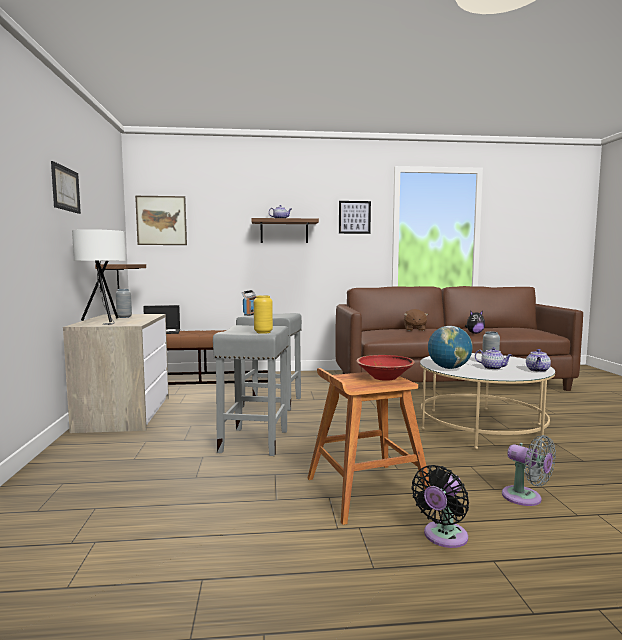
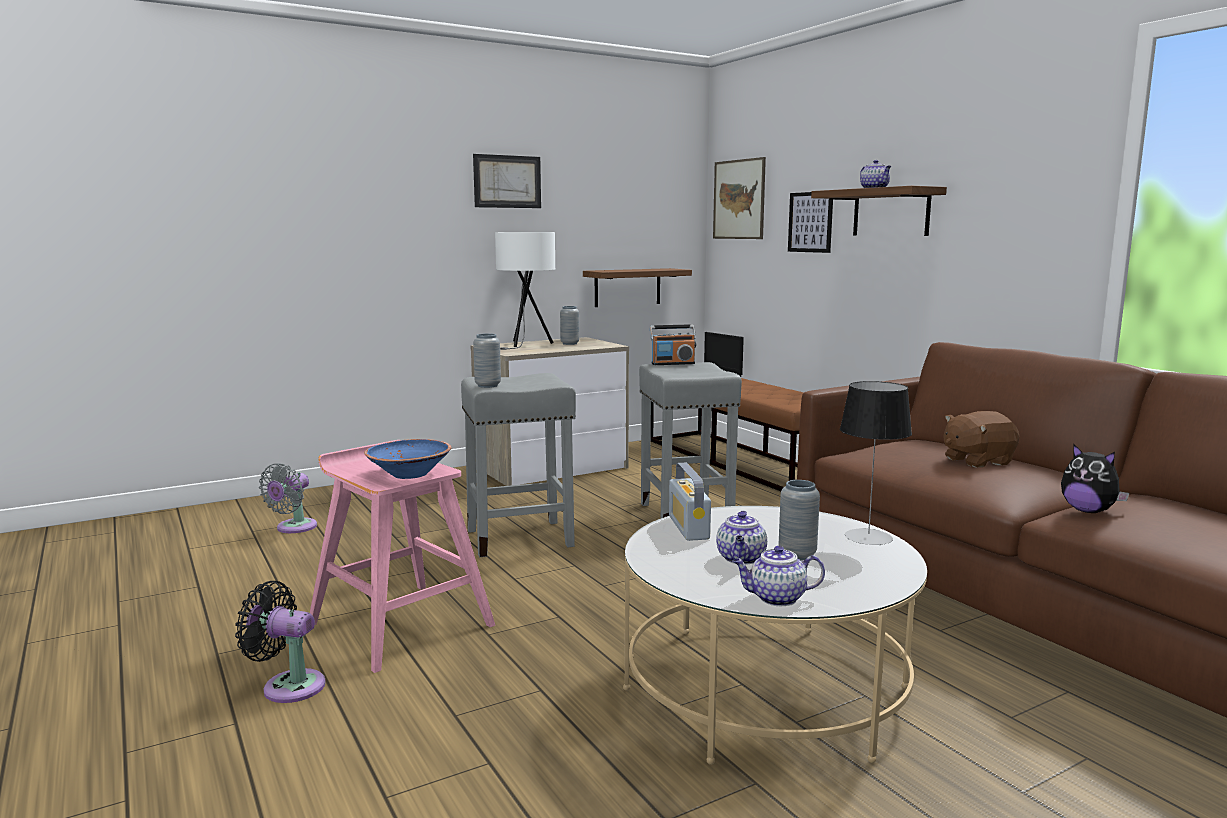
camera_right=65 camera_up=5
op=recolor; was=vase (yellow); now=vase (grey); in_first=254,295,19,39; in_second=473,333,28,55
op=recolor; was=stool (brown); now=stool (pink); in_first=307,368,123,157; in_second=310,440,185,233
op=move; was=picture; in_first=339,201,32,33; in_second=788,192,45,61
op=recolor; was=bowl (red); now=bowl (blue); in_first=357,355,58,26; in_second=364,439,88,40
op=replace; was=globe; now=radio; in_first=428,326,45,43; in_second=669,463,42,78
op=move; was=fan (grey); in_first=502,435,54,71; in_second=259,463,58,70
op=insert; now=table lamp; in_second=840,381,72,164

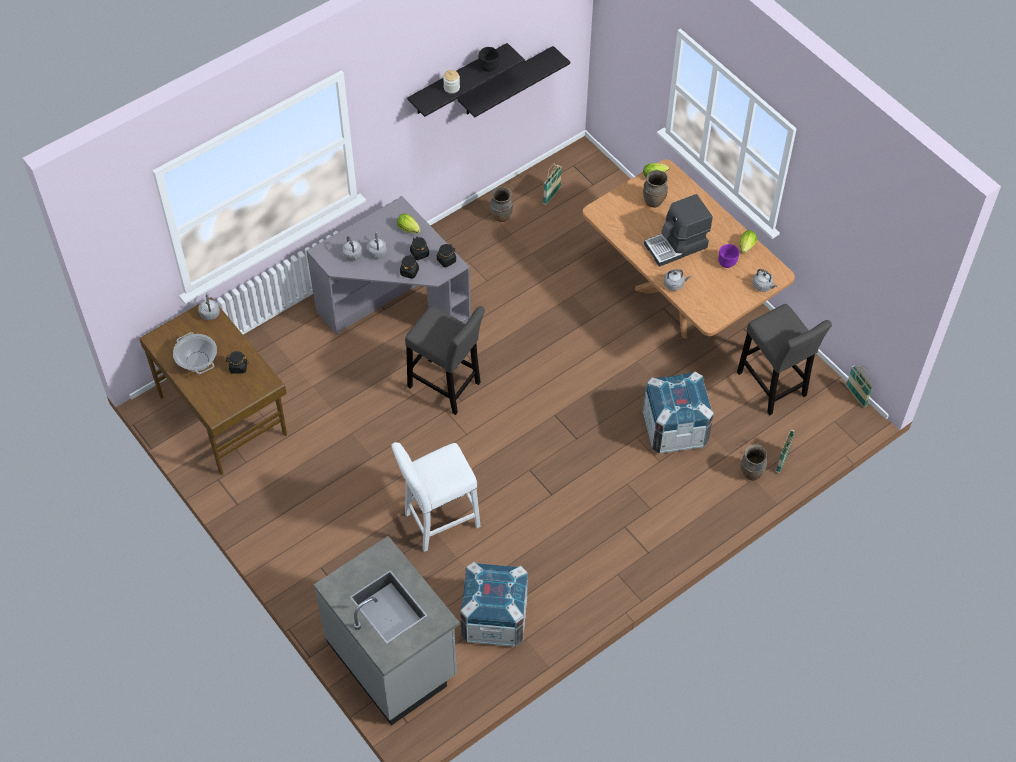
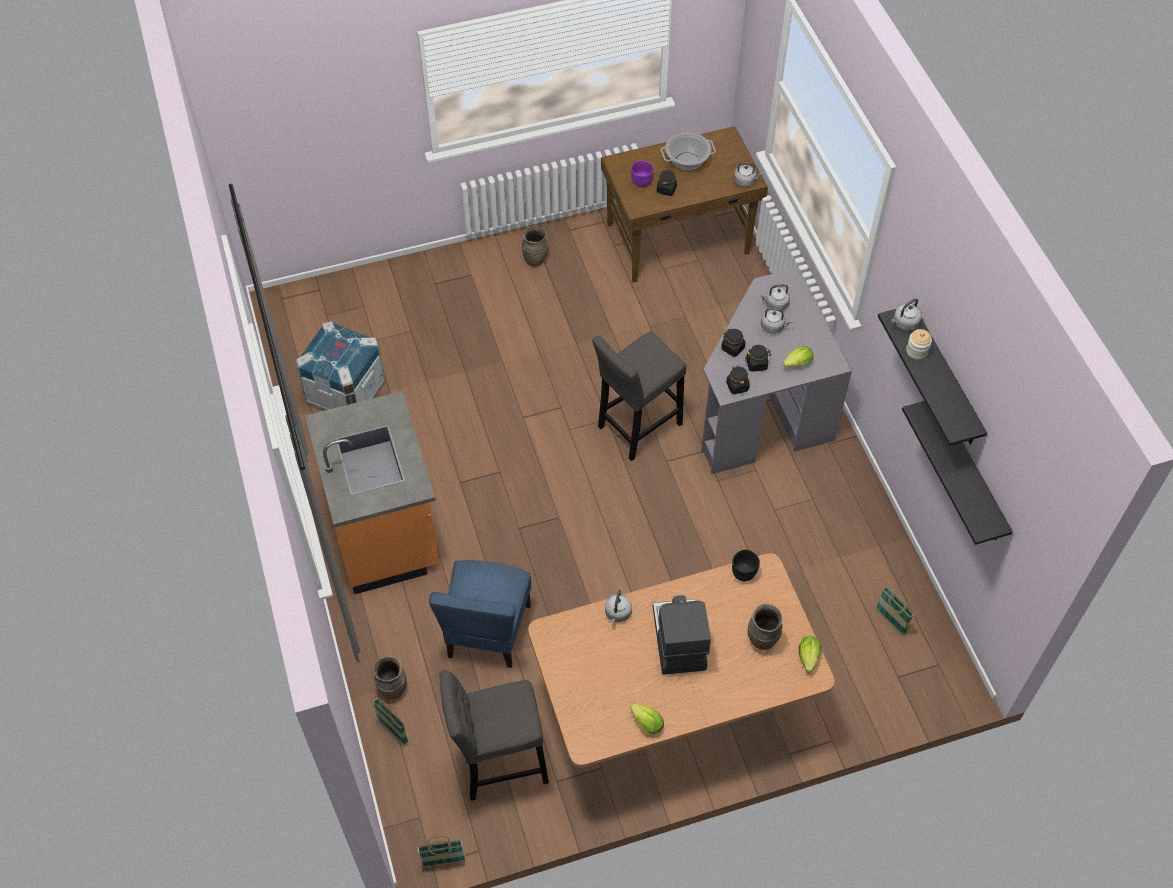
camera_right=110 camera_up=0
op=delete; was=counter (grey); in_first=314,536,146,190
op=delete; was=stool (white); in_first=391,442,90,110
op=move; was=bowl (black); in_first=478,47,21,25; in_second=732,550,28,32
op=move; was=vase (brown); in_first=490,187,23,35; in_second=522,226,26,41
op=replace; was=crate; now=chair (blue); in_first=643,372,71,82; in_second=429,560,102,108
op=move; was=bowl (purple); in_first=718,244,21,24; in_second=631,160,22,27
op=move; was=kettle (grey); in_first=753,269,24,23; in_second=891,298,31,33
op=insert; now=counter (orange); in_second=305,391,134,203

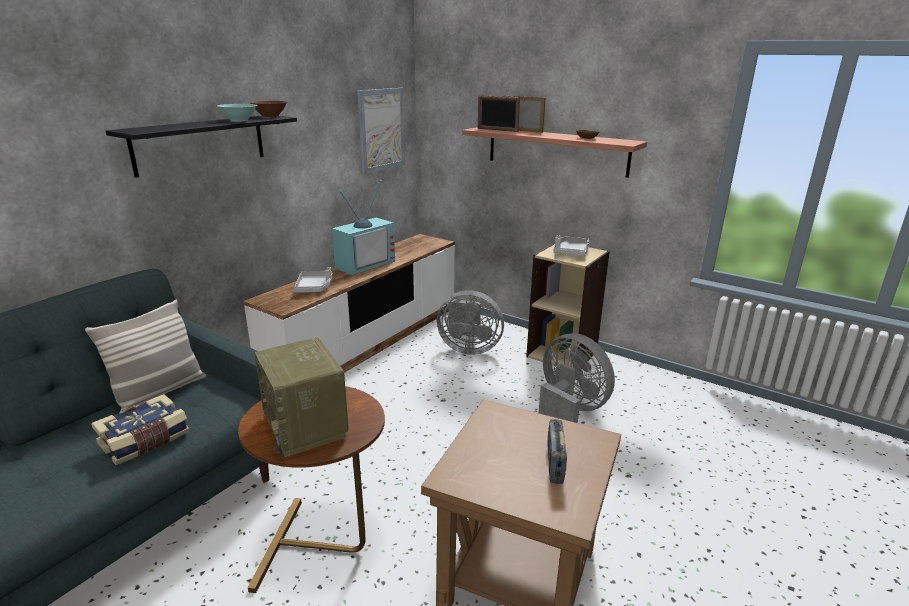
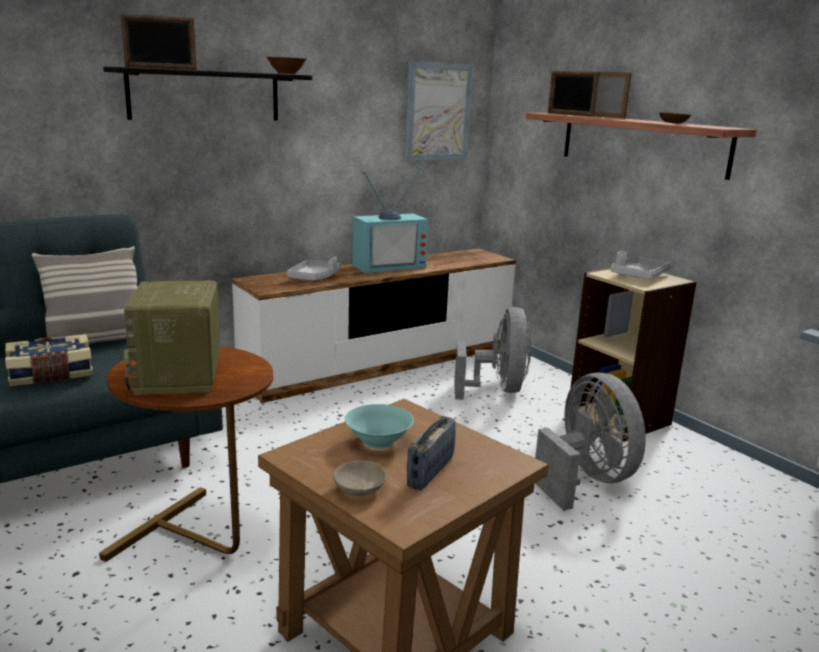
camera_right=20 camera_up=-5
op=move; was=bowl (turquoise); in_first=217,104,40,18; in_second=345,404,69,45
op=rotate; was=fan (grey); in_first=437,291,67,64; in_second=454,307,78,93; clockwise=-120
op=insert; now=picture frame; in_second=121,14,76,56
op=insert; now=bowl (beige); in_second=333,461,53,35

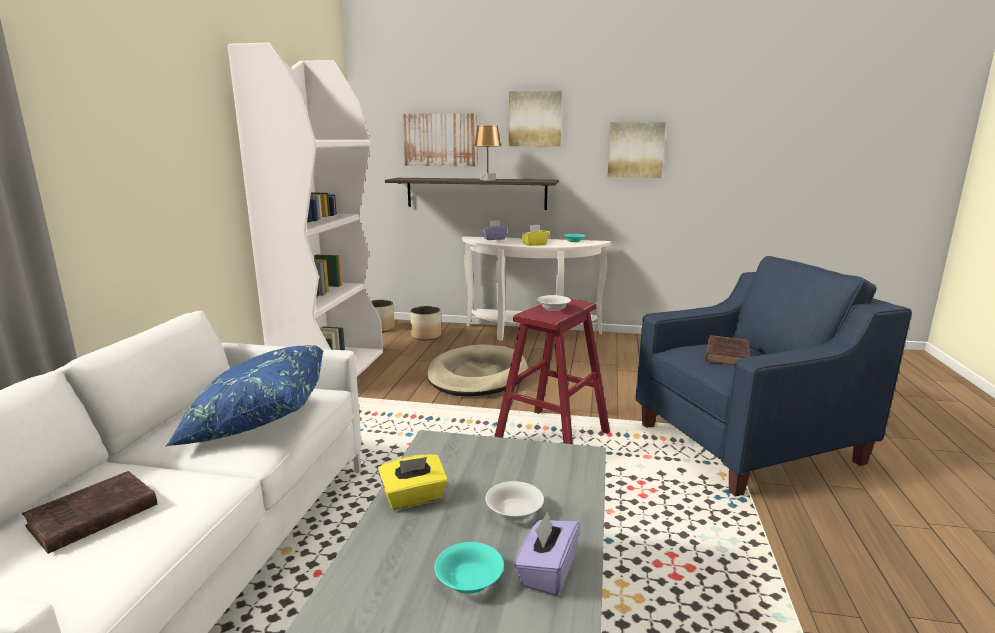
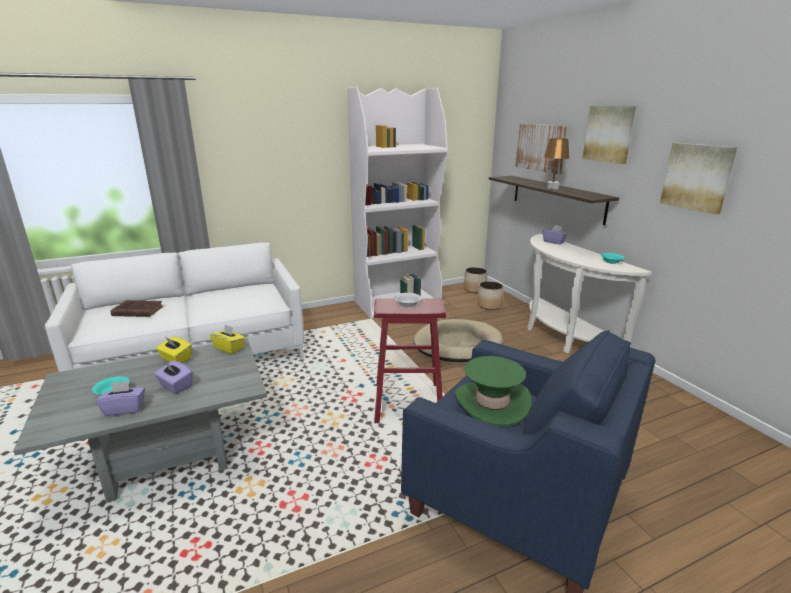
camera_right=55 camera_up=5
op=delete; was=pillow (blue); in_first=166,345,157,101
op=replace; was=bowl (white); now=tissue box (purple); in_first=485,481,59,40; in_second=154,361,39,33
op=move; was=tissue box (yellow); in_first=521,224,28,22; in_second=210,325,35,29
op=replace; was=book (brown); now=hat (green); in_first=705,335,45,31; in_second=455,356,76,70

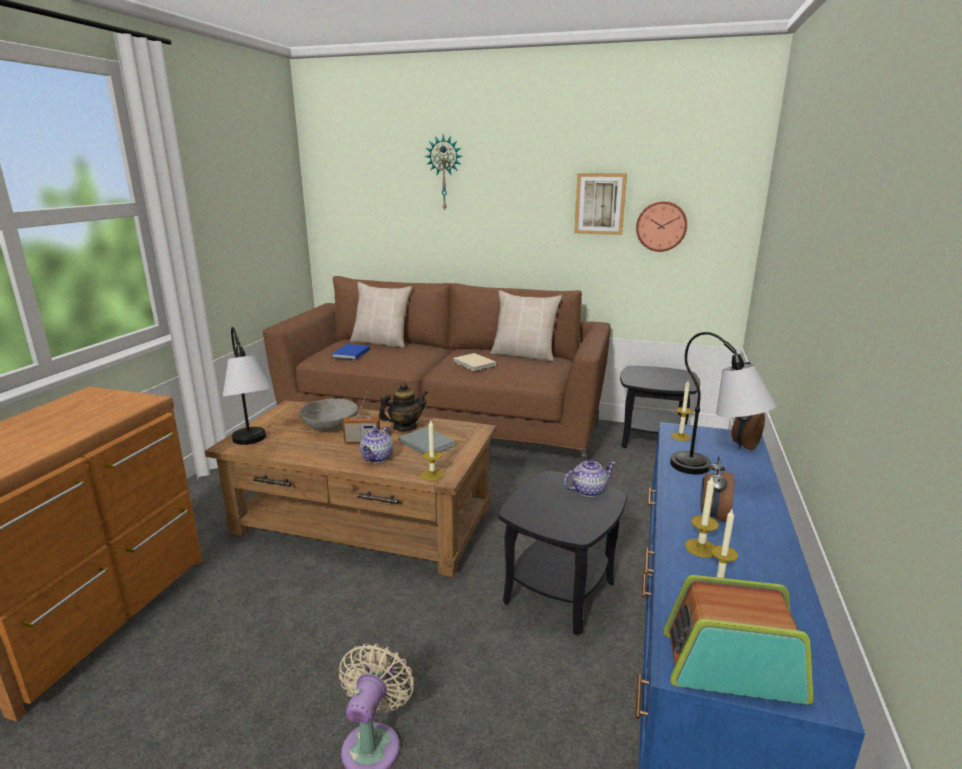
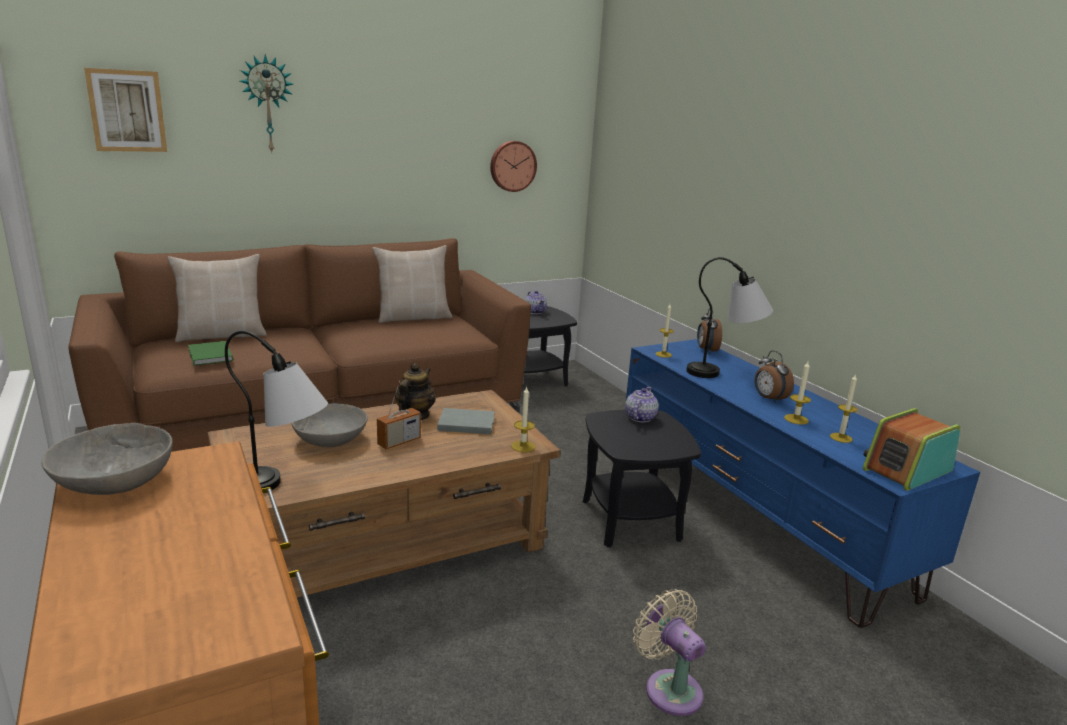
camera_right=-45 camera_up=0
op=recolor; was=book (blue); now=book (green); in_first=332,344,38,16; in_second=188,341,45,25
op=move; was=teapot; in_first=360,426,33,37; in_second=525,290,22,24
op=delete; was=book (beige); in_first=453,353,43,18
op=move; was=picture; in_first=574,173,53,62; in_second=84,68,83,84
op=insert; now=bowl (grey); in_second=42,423,131,72

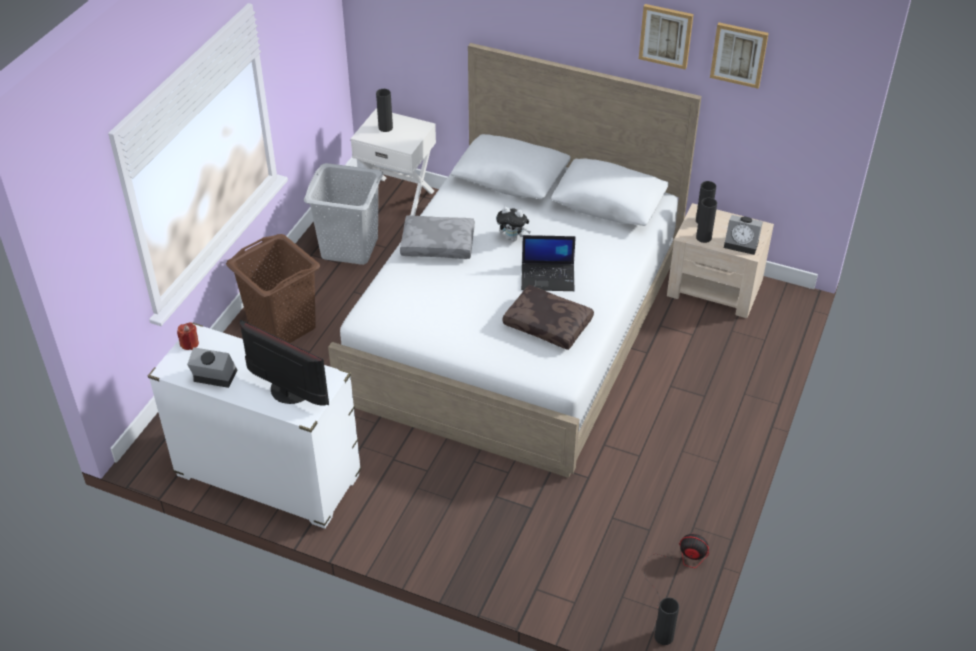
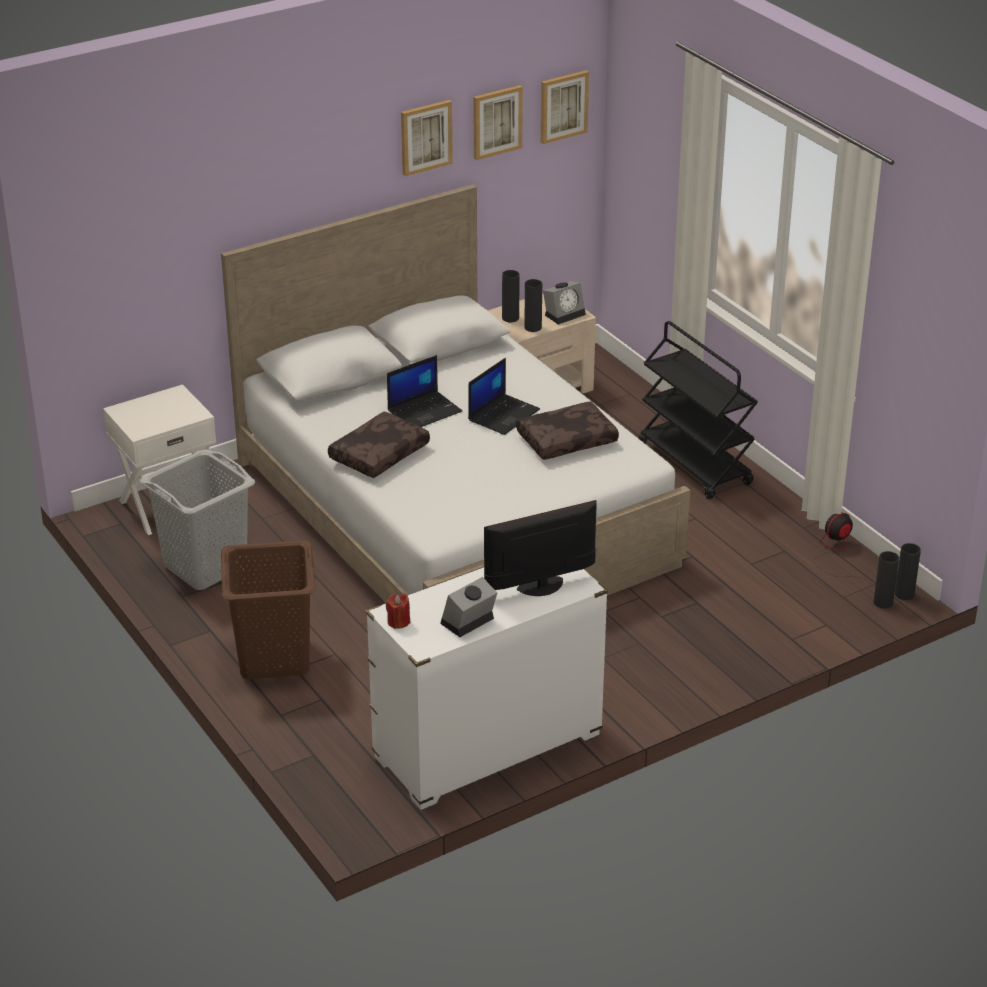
camera_right=-55 camera_up=-10
op=move; was=vase (black); in_first=376,89,17,43; in_second=874,551,25,58
op=recolor; was=pillow (grey); now=pillow (brown); in_first=400,215,75,44; in_second=328,411,102,67
op=replace; was=plush toy; now=laptop; in_first=496,206,35,35; in_second=387,355,75,72
op=insert; now=picture; in_second=541,70,48,74
op=insert; now=cart (black); in_second=638,321,120,178

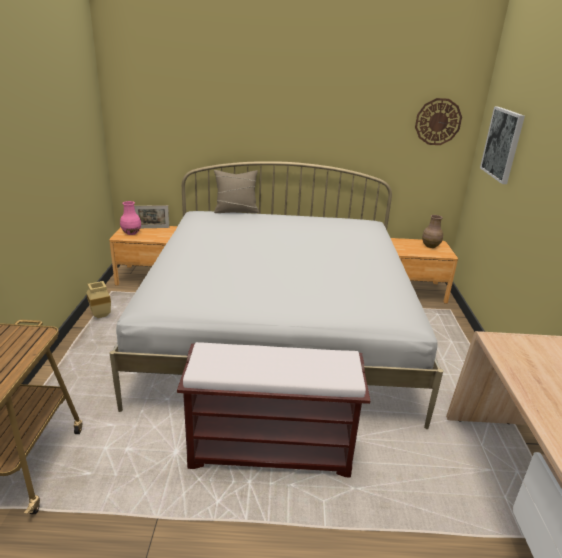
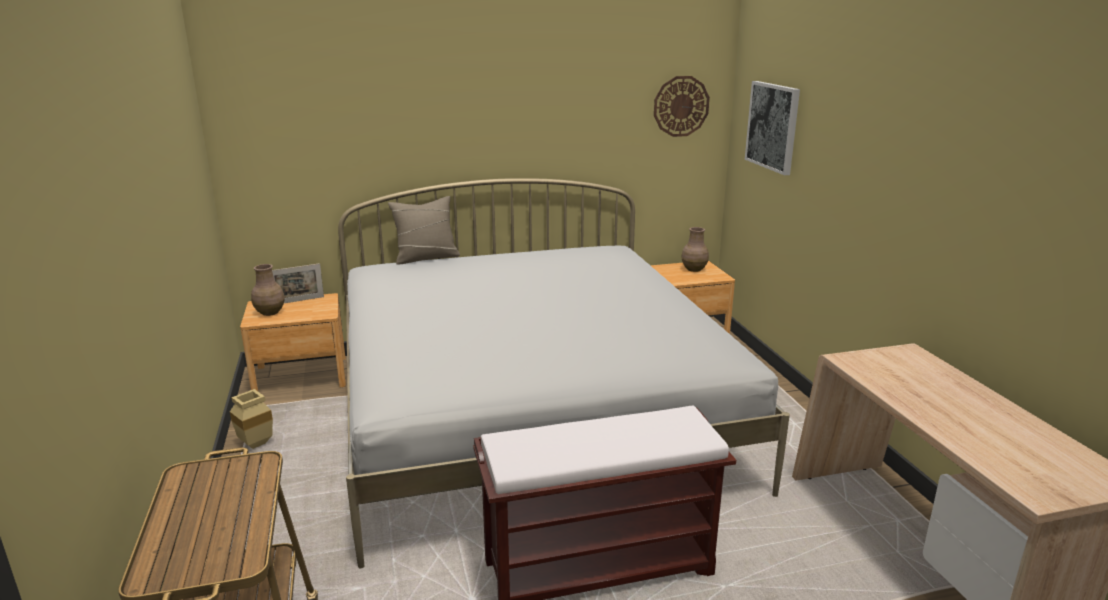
camera_right=-15 camera_up=-5
op=recolor; was=vase (pink); now=vase (brown); in_first=120,201,21,34; in_second=251,264,34,52

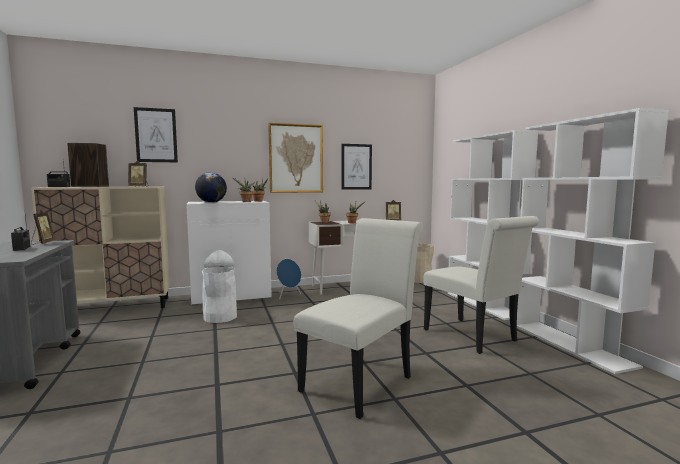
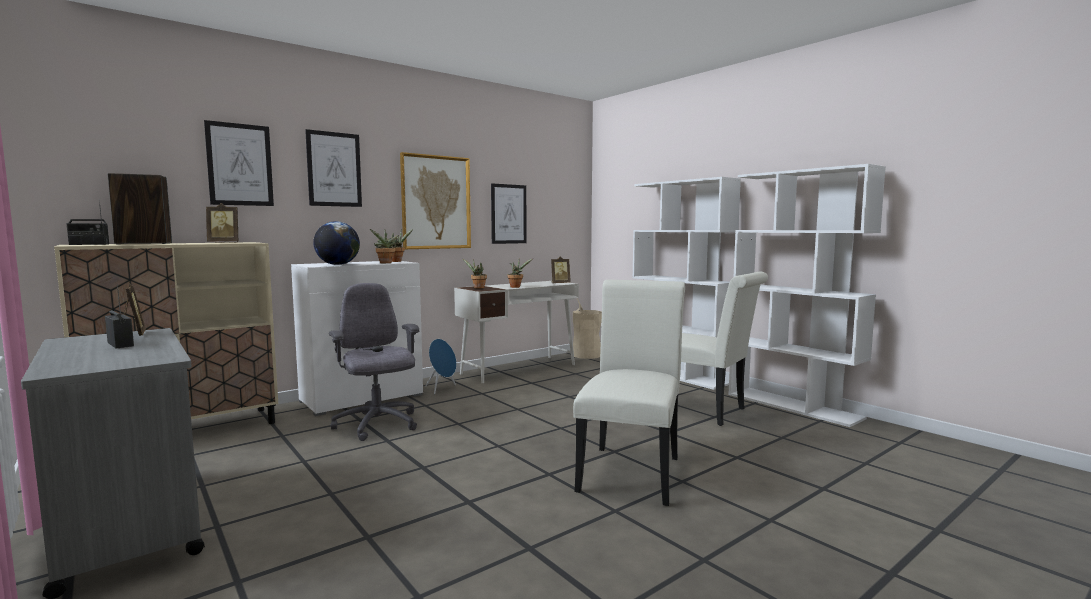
camera_right=-20 camera_up=0
op=replace; was=trash can (white); now=office chair (grey); in_first=202,250,35,73; in_second=329,283,90,158
op=insert; now=picture; in_second=305,129,57,78

